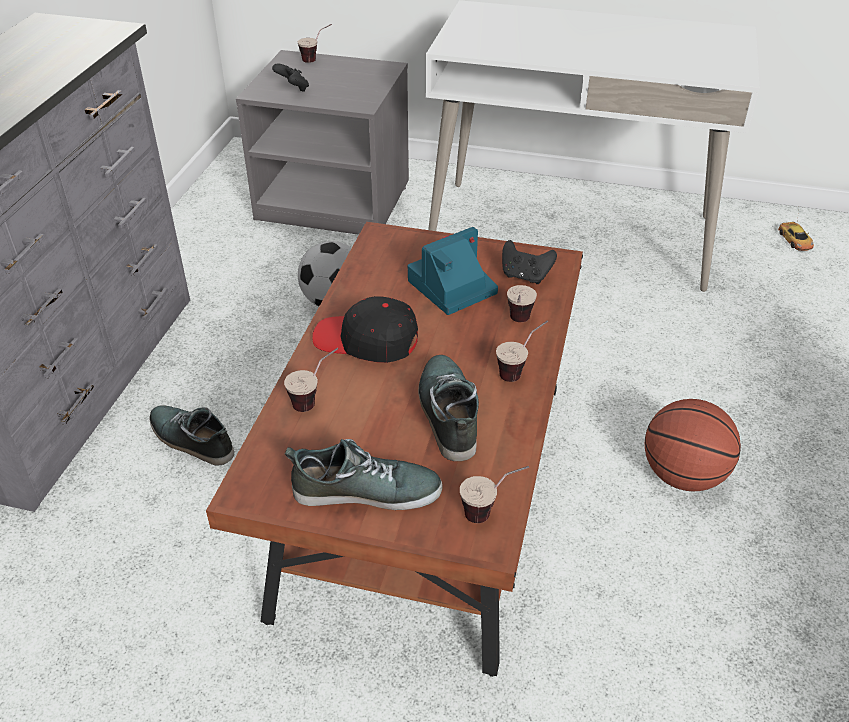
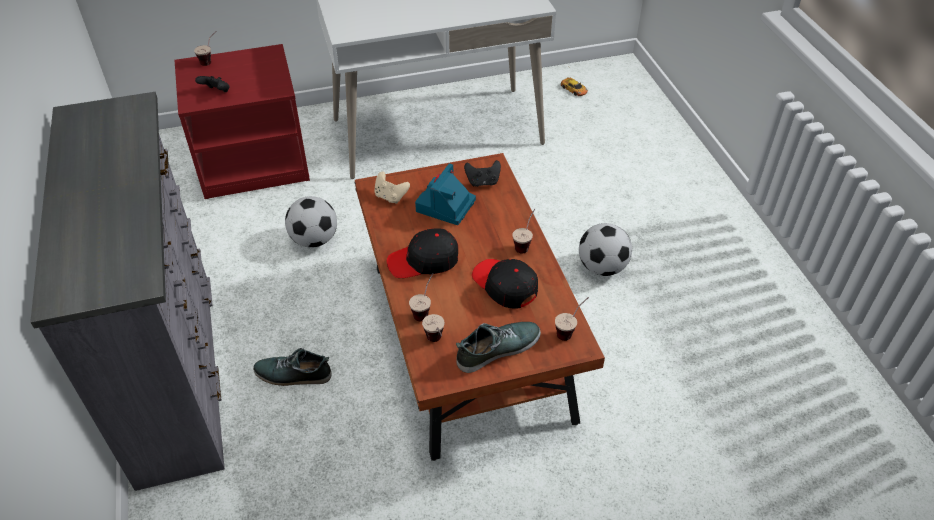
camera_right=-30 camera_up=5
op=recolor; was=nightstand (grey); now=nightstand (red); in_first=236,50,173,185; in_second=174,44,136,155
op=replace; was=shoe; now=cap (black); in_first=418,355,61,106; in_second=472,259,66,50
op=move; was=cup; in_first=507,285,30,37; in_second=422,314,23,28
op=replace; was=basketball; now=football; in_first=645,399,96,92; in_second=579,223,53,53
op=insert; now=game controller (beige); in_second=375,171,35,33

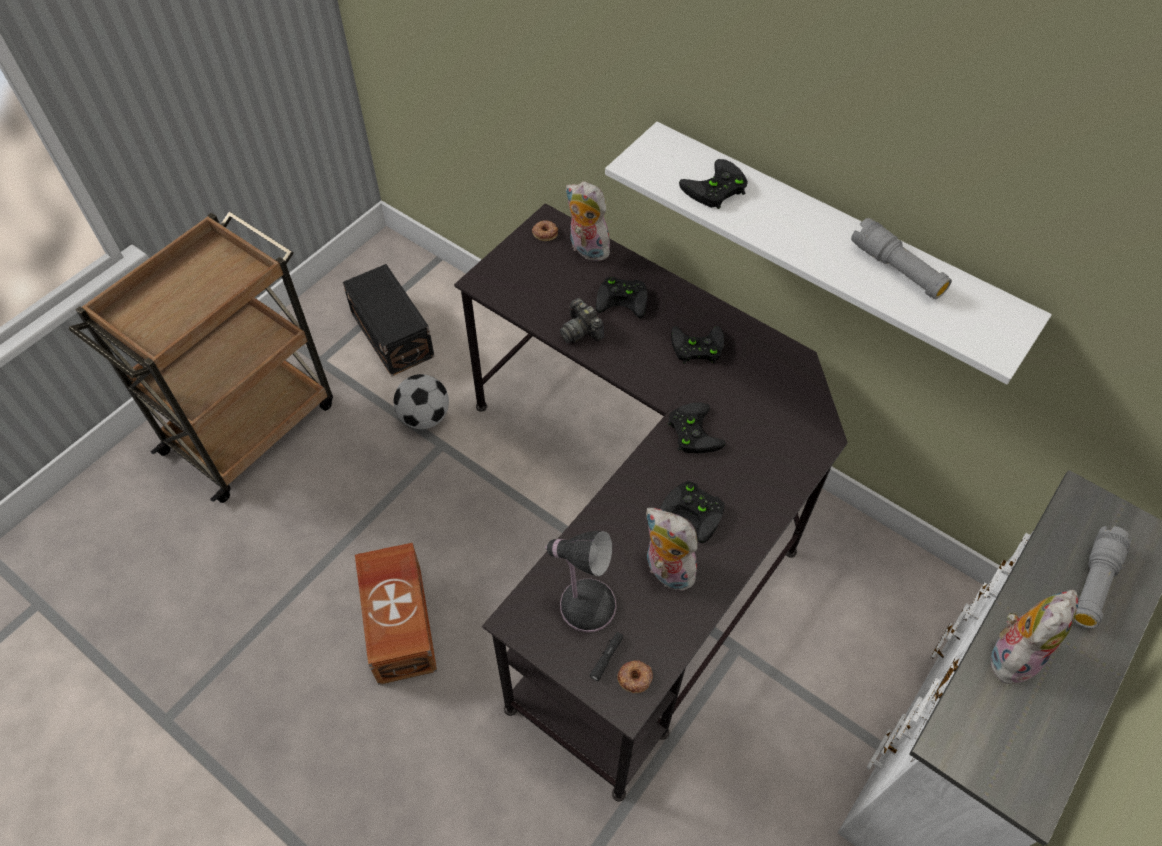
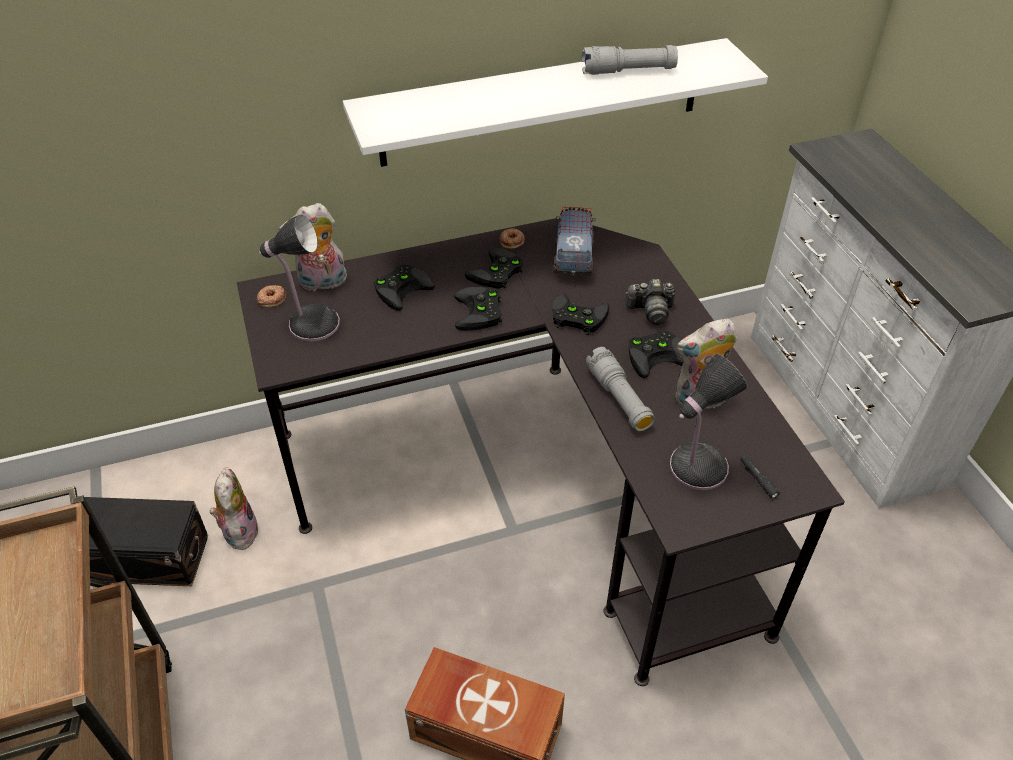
camera_right=-55 camera_up=-10
op=delete; was=football; in_first=394,374,55,55
op=move; was=photo camera; in_first=560,298,44,45; in_second=626,279,49,46
op=move; was=donut; in_first=617,660,36,33; in_second=499,228,26,21
op=move; was=game controller (black); in_first=679,159,69,50; in_second=454,287,48,44
op=move; was=plush toy; in_first=989,590,89,94; in_second=210,467,49,83
op=move; was=flashlight (grey); in_first=1074,526,57,102; in_second=586,347,69,84
op=insert; now=table lamp; in_second=259,214,81,128
op=insert; now=toy truck; in_second=553,207,43,69

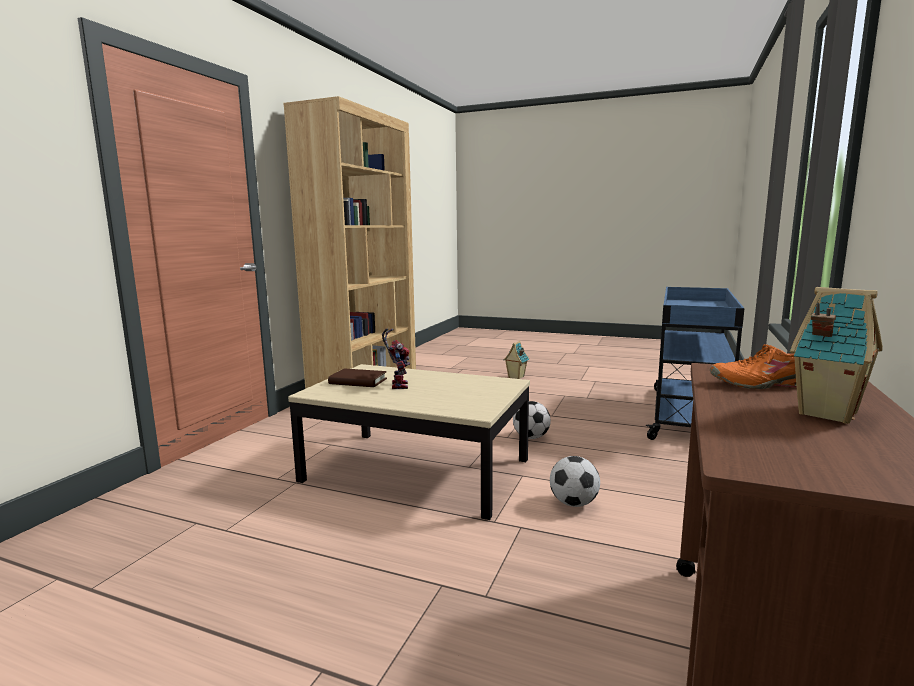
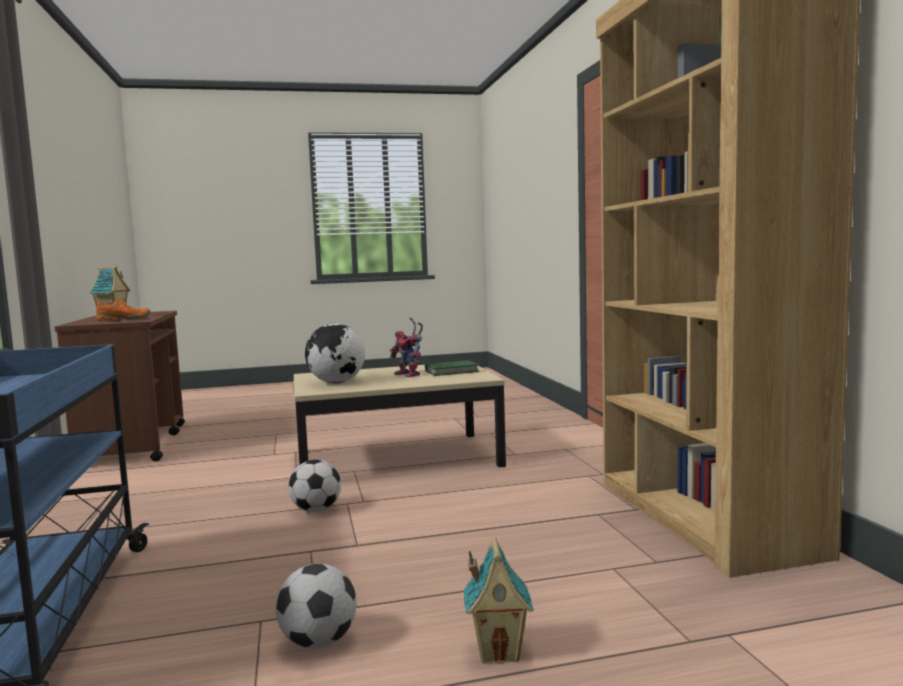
camera_right=145 camera_up=-5
op=recolor; was=book (brown); now=book (green); in_first=328,369,59,18; in_second=425,360,55,16
op=move; was=football; in_first=550,456,50,51; in_second=276,563,80,85
op=insert; now=globe; in_second=305,324,60,59

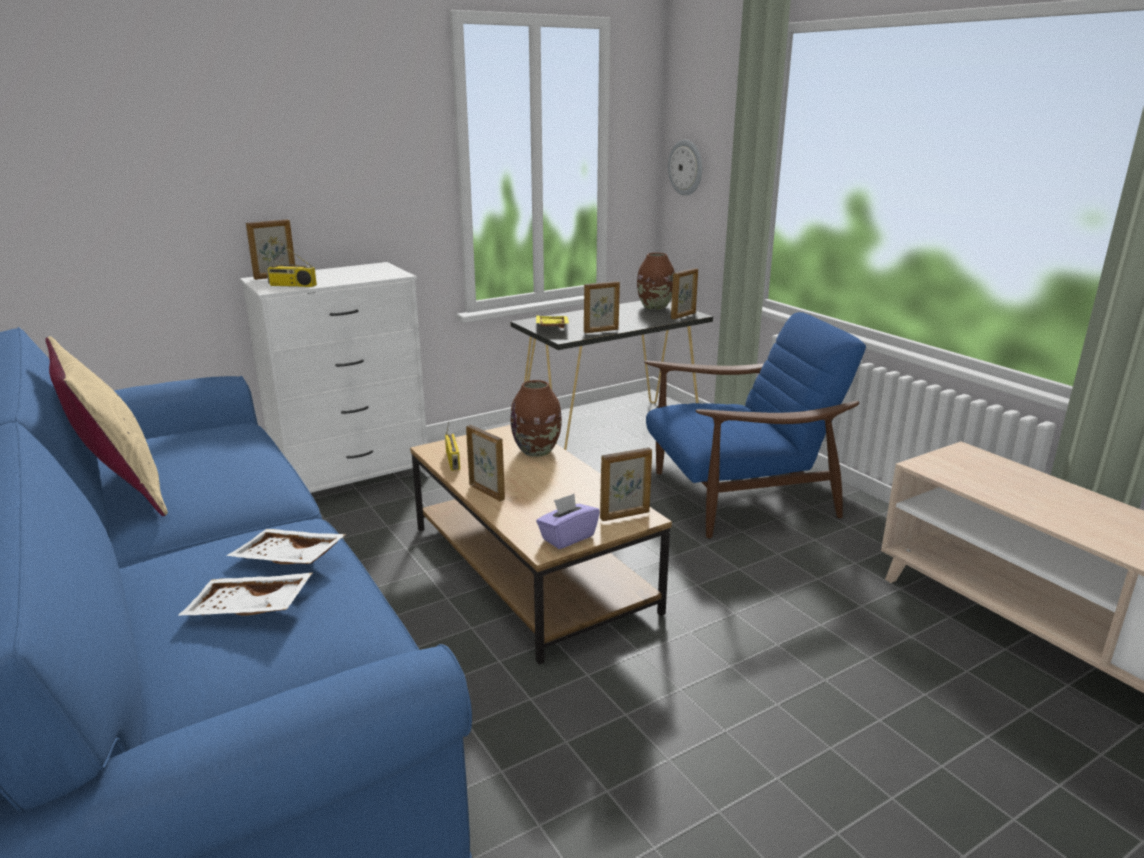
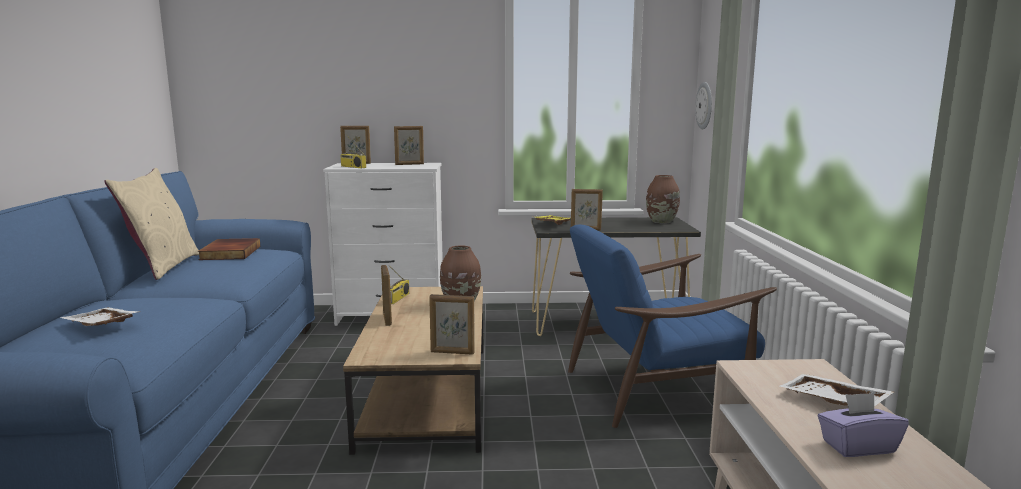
camera_right=30 camera_up=-10
op=move; was=tray (white); in_first=226,529,120,35; in_second=780,374,114,32
op=move; was=tissue box (purple); in_first=536,494,64,55; in_second=818,393,91,64
op=rotate; was=armchair (blue); in_first=644,312,222,226; in_second=568,225,209,203; clockwise=150
op=move; was=picture frame; in_first=671,268,27,51; in_second=394,126,30,39
op=insert; now=book; in_second=198,238,62,22

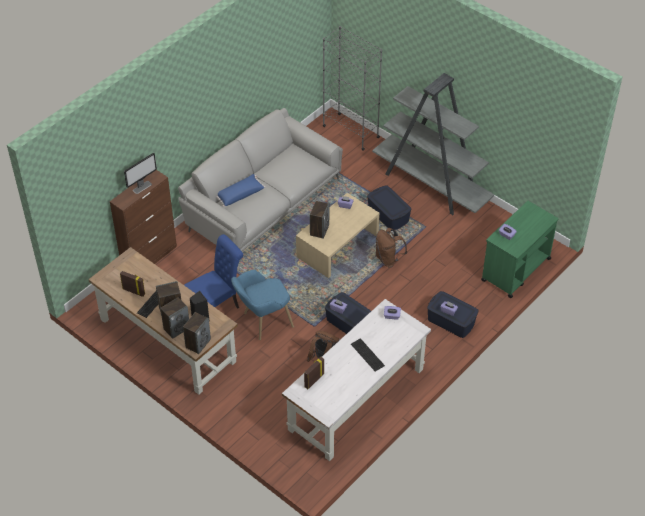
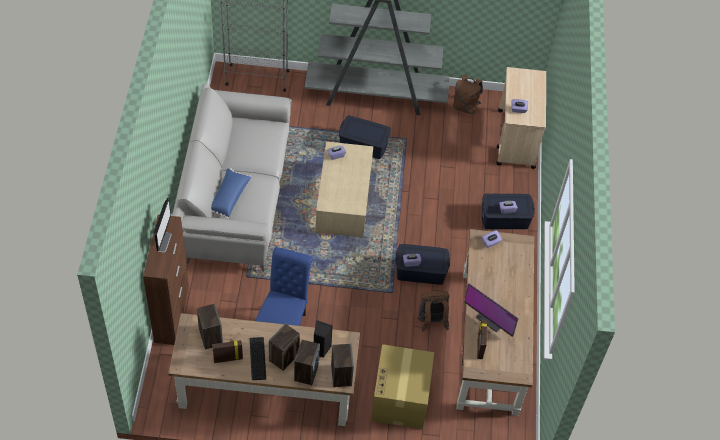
camera_right=-40 camera_up=5
op=delete; was=armchair (blue); in_first=231,270,63,70
op=recolor; was=desk (white); now=desk (brown); in_first=282,299,149,162; in_second=457,229,77,187
op=move; was=speaker; in_first=310,201,19,38; in_second=197,303,26,46
op=delete; was=keyboard; in_first=351,339,34,32
op=move; was=backpack (brown); in_first=376,228,31,39; in_second=453,75,30,39
op=recolor; was=cart (green); now=cart (beige); in_first=481,201,77,97; in_second=497,67,49,102
op=insert; now=cardboard box; in_second=371,344,63,85
op=insert; now=monitor; in_second=464,284,55,53

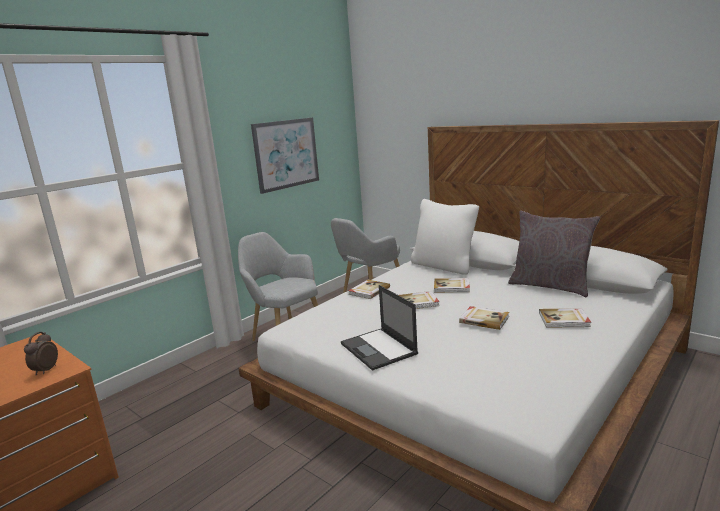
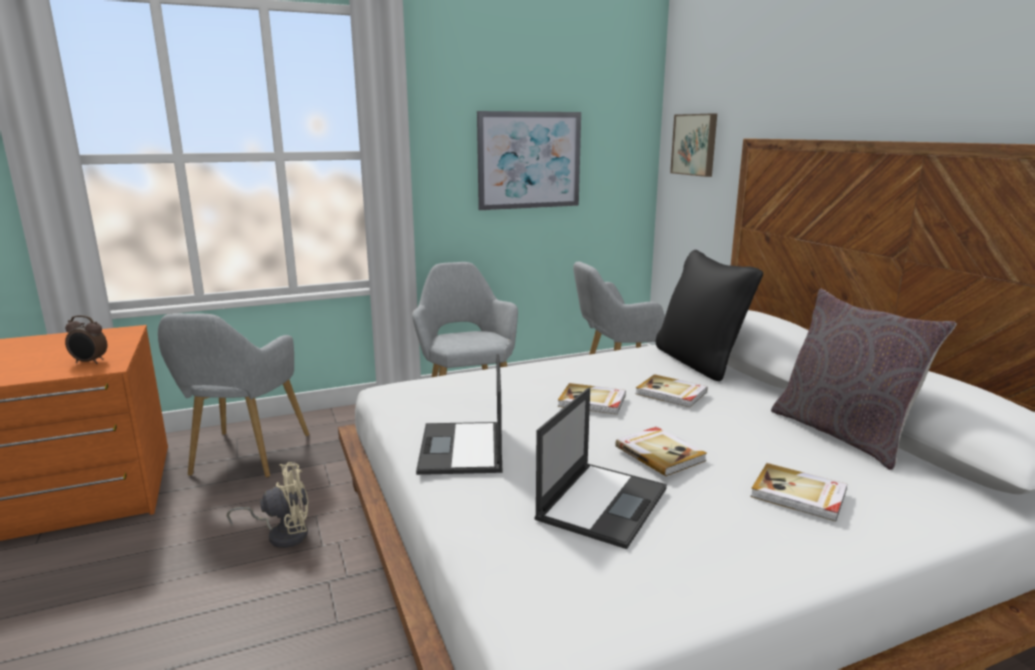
camera_right=25 camera_up=0
op=rotate; was=alarm clock; in_first=24,332,34,43; in_second=65,315,42,49; clockwise=-120
op=delete; was=book; in_first=348,280,42,19
op=recolor; was=pillow (white); now=pillow (black); in_first=411,199,68,76; in_second=656,250,107,131
op=insert; now=armchair (grey); in_second=158,313,151,164
op=insert; now=fan (beige); in_second=227,462,81,86
op=insert; now=laptop; in_second=534,387,133,162
op=insert; now=picture; in_second=670,114,47,63

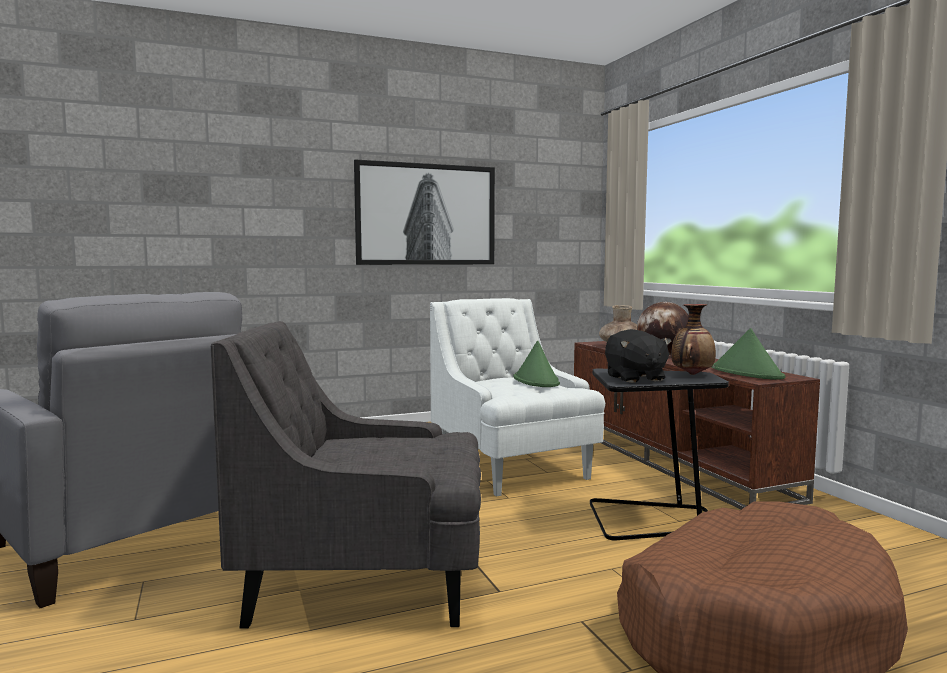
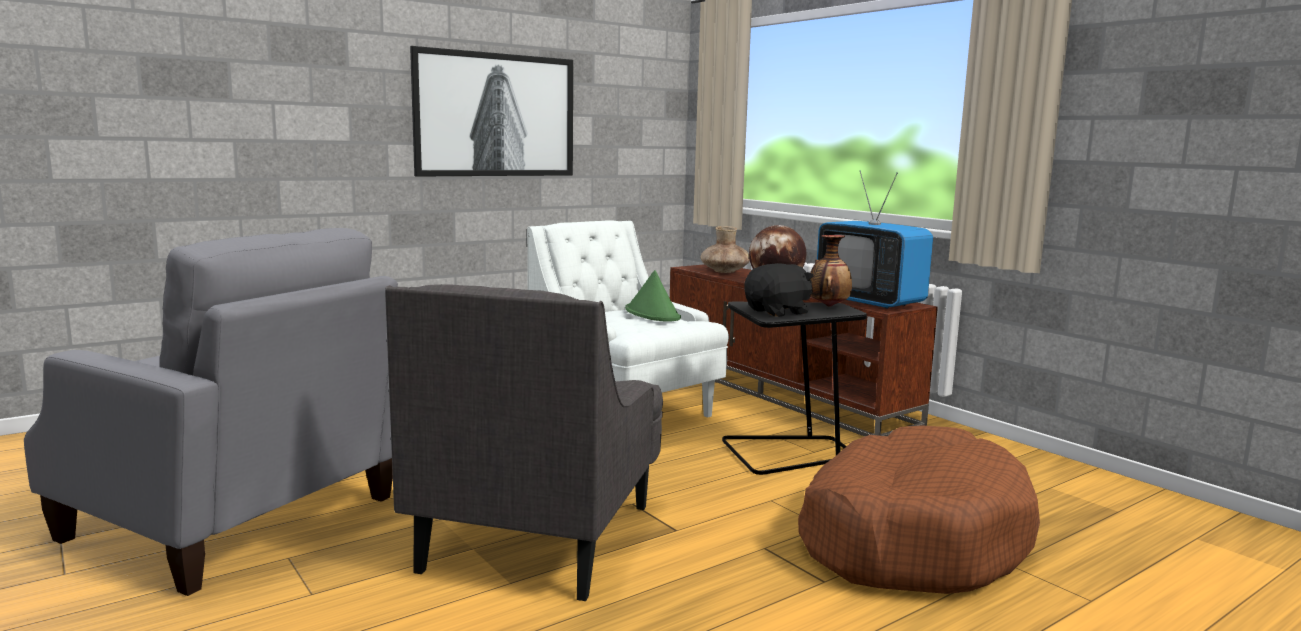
camera_right=-15 camera_up=5
op=rotate; was=armchair (grey); in_first=211,321,270,308; in_second=385,284,278,317; clockwise=-60
op=rotate; was=plush toy (black); in_first=605,329,67,54; in_second=745,263,68,54; clockwise=-90
op=replace; was=hat (green); now=television; in_first=711,328,74,52; in_second=817,171,116,138

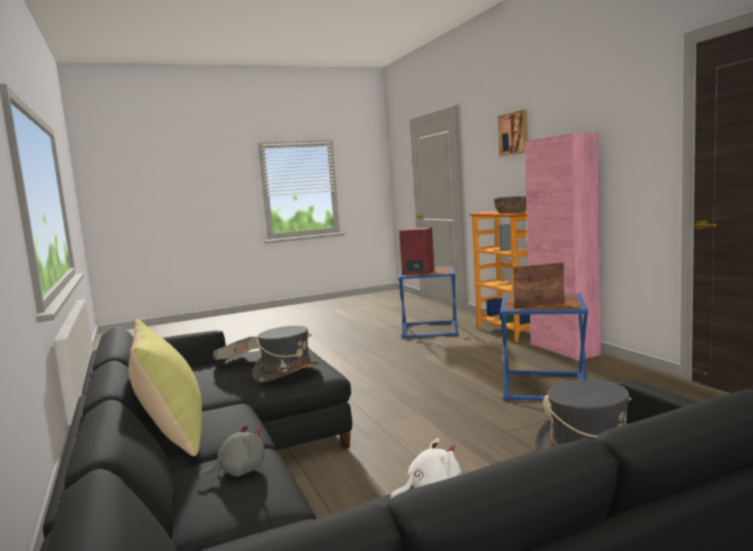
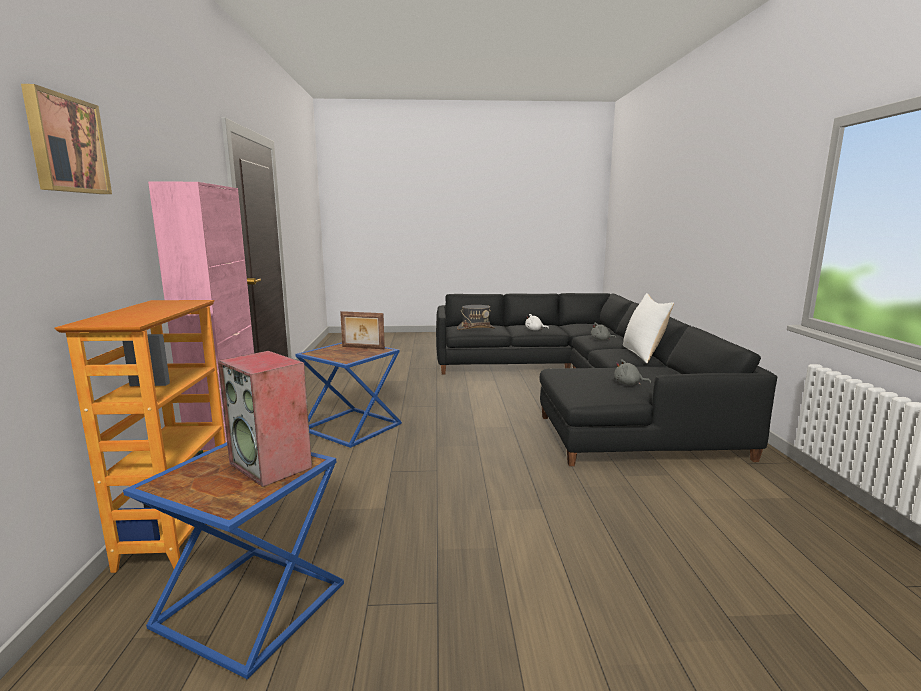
camera_right=-160 camera_up=5
op=recolor; was=pillow (yellow); now=pillow (white); in_first=129,319,73,137; in_second=623,293,51,70
op=replace; was=newspaper; now=plush toy (grey); in_first=213,336,45,24; in_second=614,359,37,26
op=delete; was=hat (grey); in_first=252,326,68,57
op=delete; was=bowl (brown); in_first=494,196,33,17

